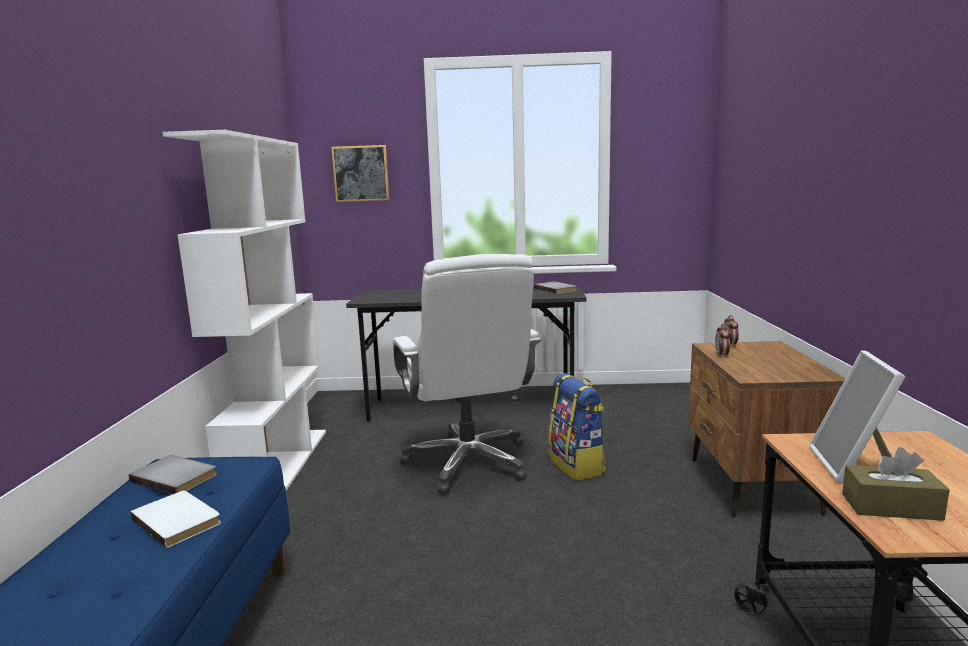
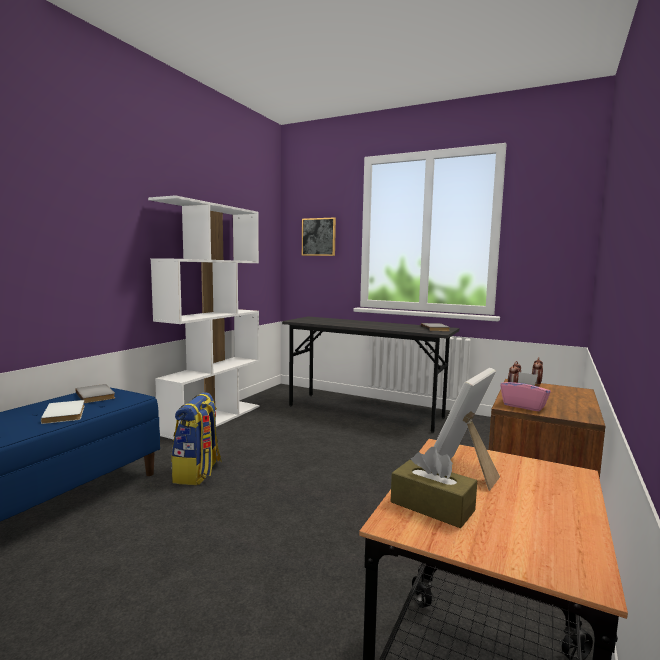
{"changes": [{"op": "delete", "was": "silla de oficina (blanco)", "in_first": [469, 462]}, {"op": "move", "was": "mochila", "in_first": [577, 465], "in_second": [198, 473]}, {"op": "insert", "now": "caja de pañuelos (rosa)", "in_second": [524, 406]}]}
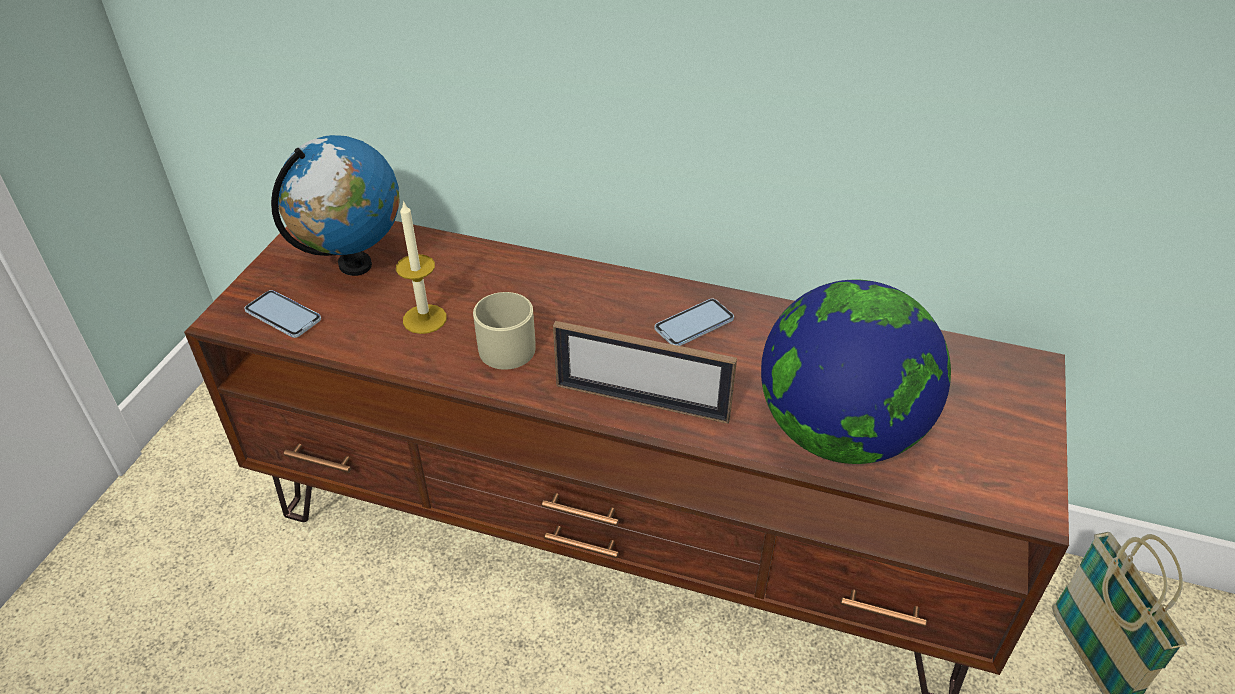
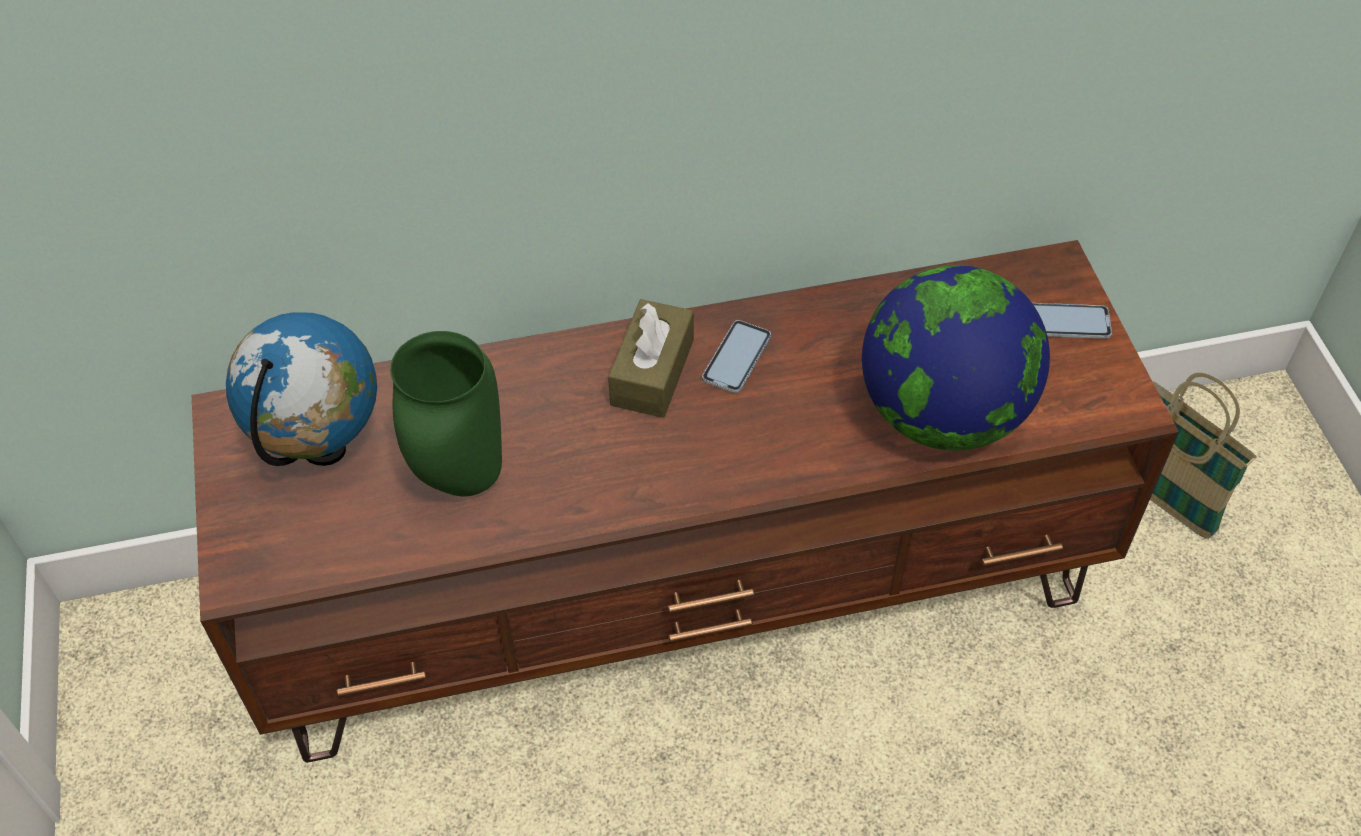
{"changes": [{"op": "replace", "was": "vela", "now": "florero (verde)", "in_first": [424, 319], "in_second": [460, 478]}, {"op": "move", "was": "móvil", "in_first": [283, 315], "in_second": [1066, 322]}, {"op": "delete", "was": "taza grande (beis)", "in_first": [509, 344]}, {"op": "delete", "was": "portarretratos", "in_first": [641, 402]}, {"op": "insert", "now": "caja de pañuelos (marrón)", "in_second": [652, 372]}]}
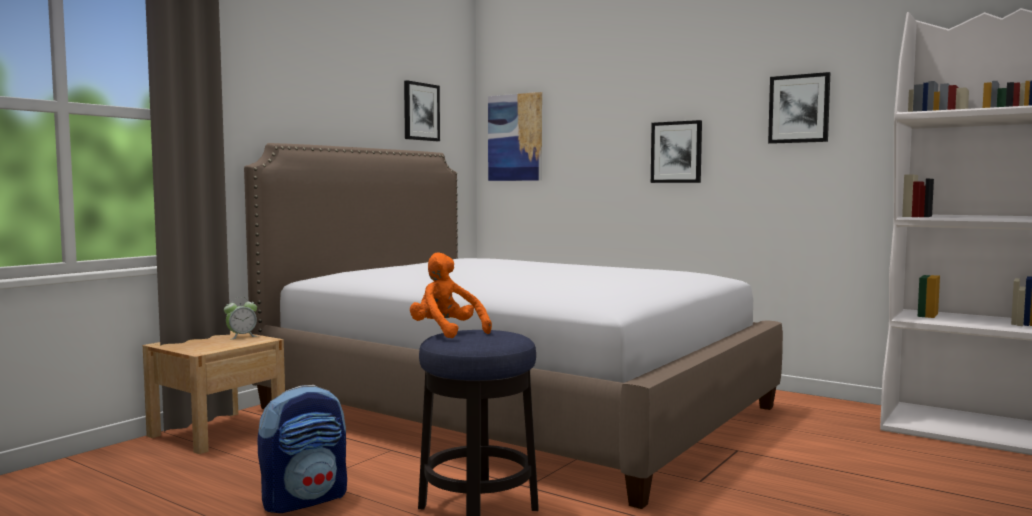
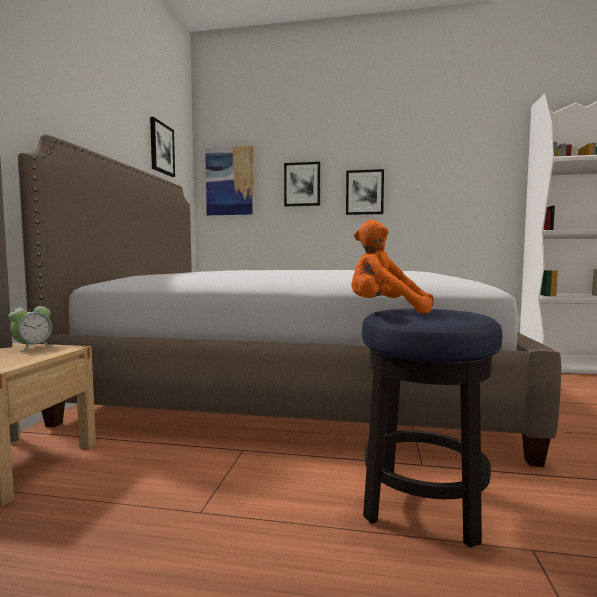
{"changes": [{"op": "move", "was": "cuadro", "in_first": [799, 109], "in_second": [302, 184]}, {"op": "delete", "was": "mochila", "in_first": [305, 500]}]}
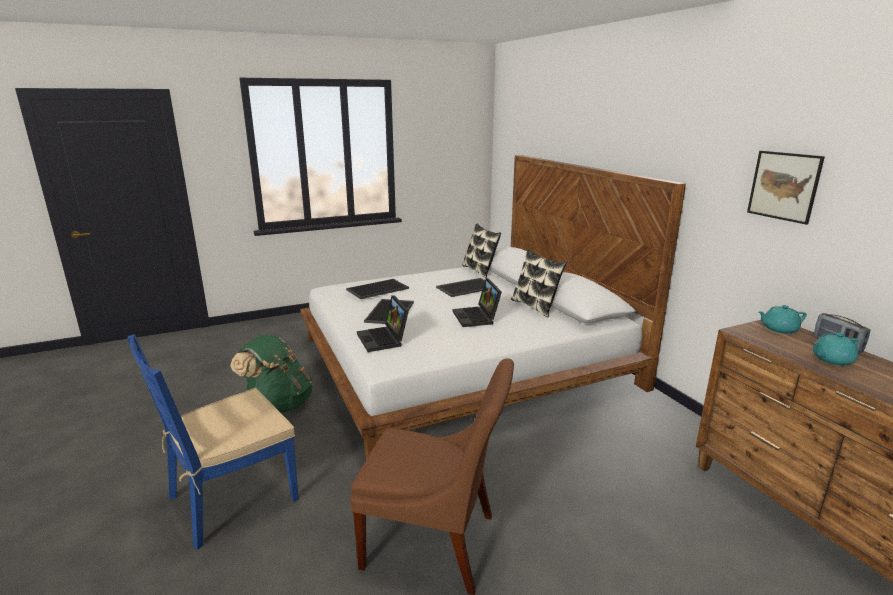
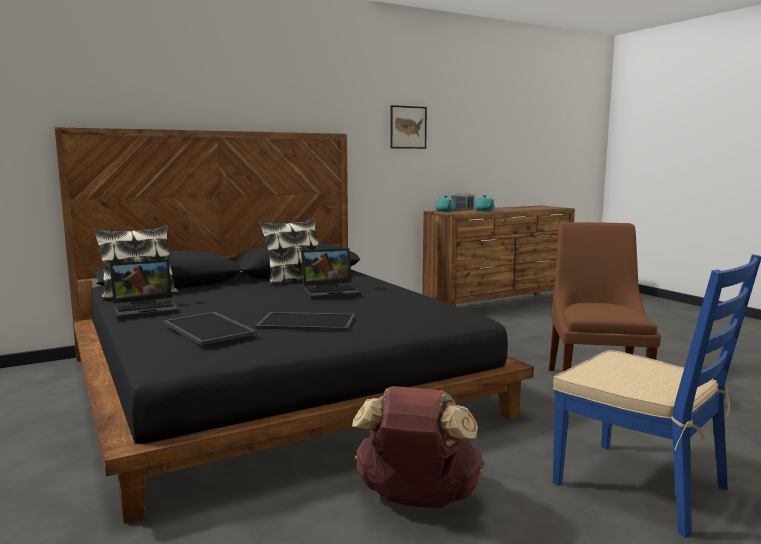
{"changes": [{"op": "recolor", "was": "cama (blanco)", "now": "cama (negro)", "in_first": [461, 361], "in_second": [274, 384]}, {"op": "delete", "was": "bandeja", "in_first": [466, 287]}, {"op": "move", "was": "portátil", "in_first": [384, 339], "in_second": [147, 309]}, {"op": "recolor", "was": "mochila (verde)", "now": "mochila (marrón)", "in_first": [278, 404], "in_second": [417, 500]}]}
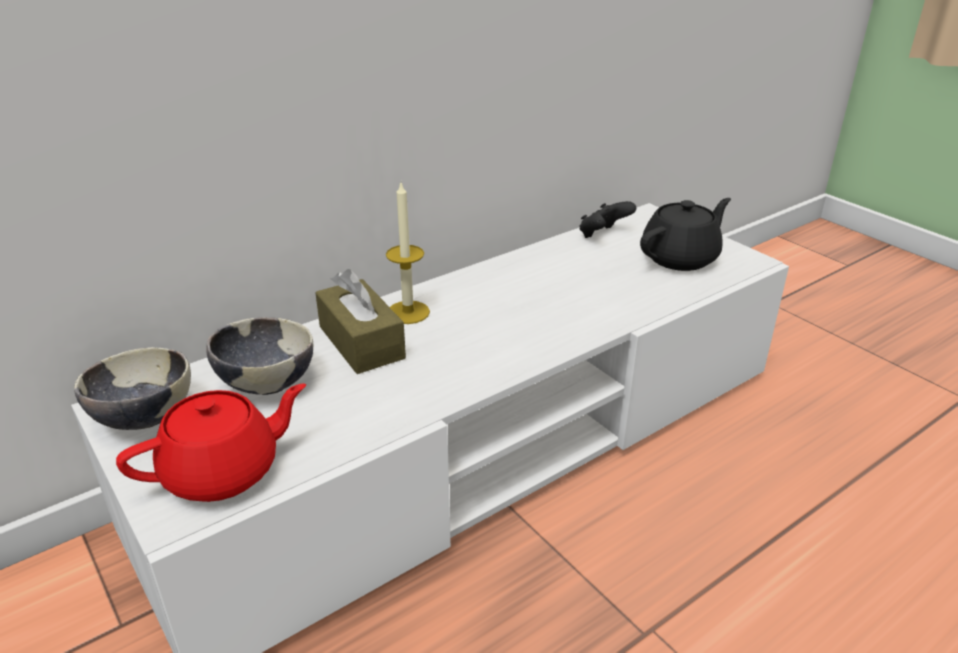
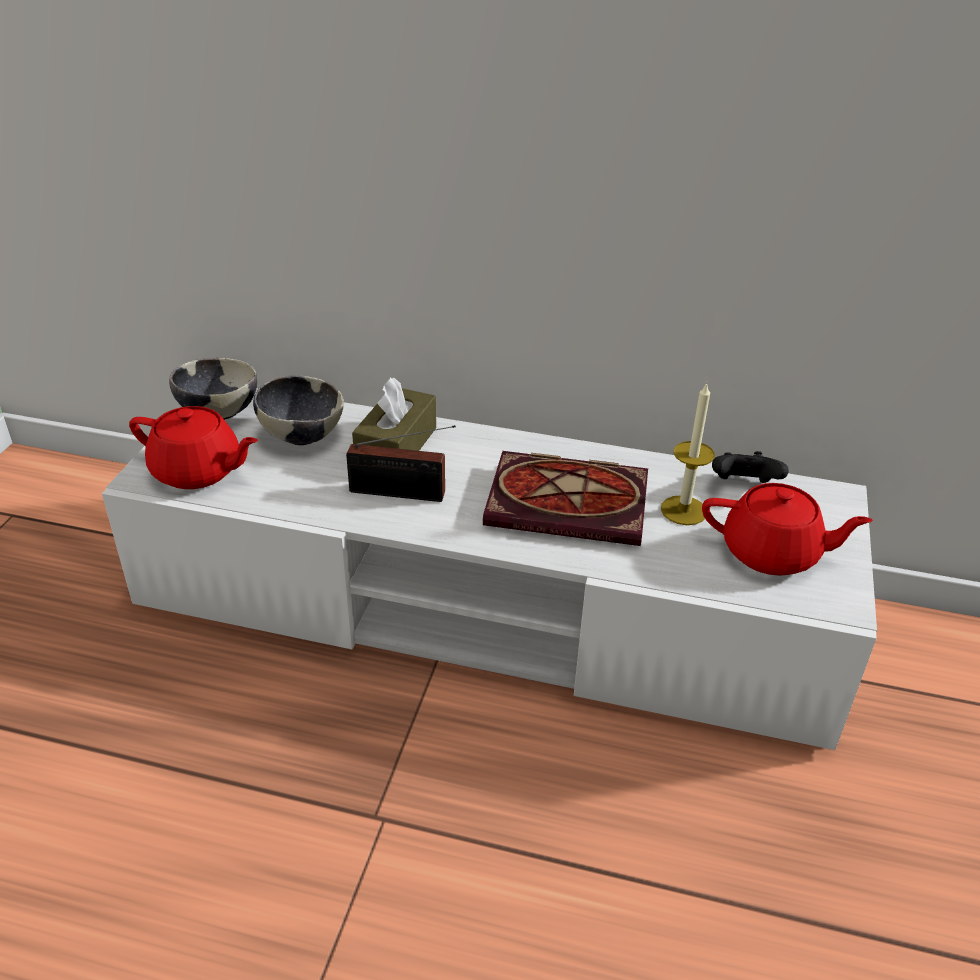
{"changes": [{"op": "move", "was": "vela", "in_first": [408, 312], "in_second": [683, 510]}, {"op": "recolor", "was": "tetera (negro)", "now": "tetera (rojo)", "in_first": [681, 258], "in_second": [772, 553]}, {"op": "insert", "now": "radio", "in_second": [402, 493]}, {"op": "insert", "now": "libro", "in_second": [572, 503]}]}
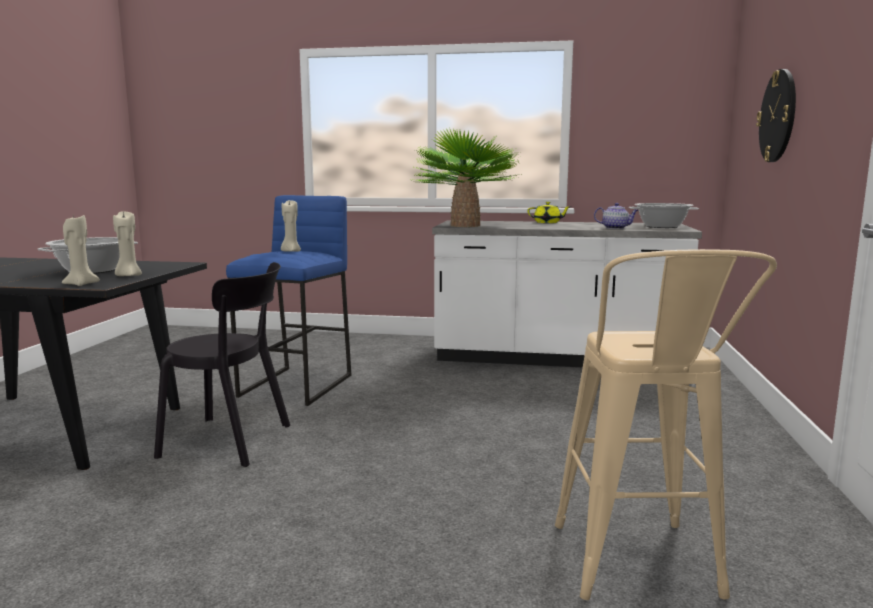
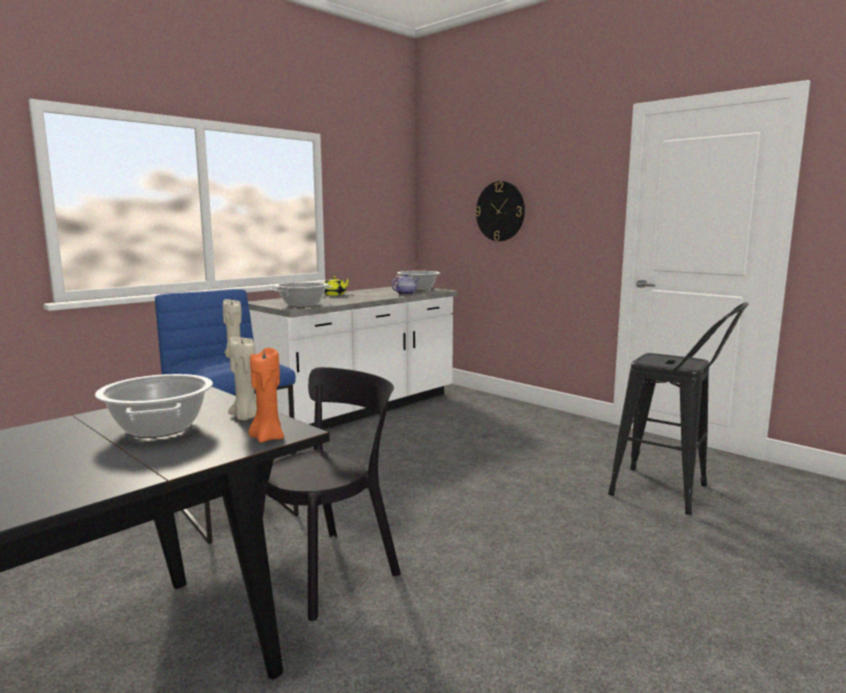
{"changes": [{"op": "replace", "was": "planta en maceta", "now": "olla", "in_first": [465, 225], "in_second": [302, 305]}, {"op": "recolor", "was": "vela (beis)", "now": "vela (naranja)", "in_first": [81, 284], "in_second": [267, 438]}, {"op": "recolor", "was": "taburete (beis)", "now": "taburete (negro)", "in_first": [639, 571], "in_second": [670, 493]}]}
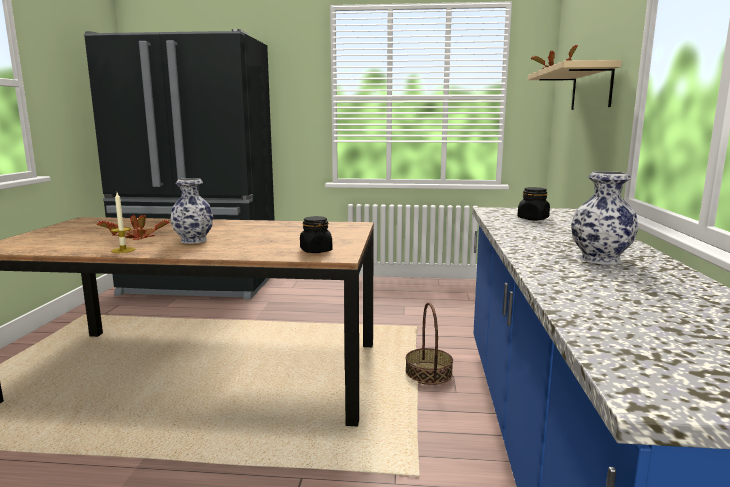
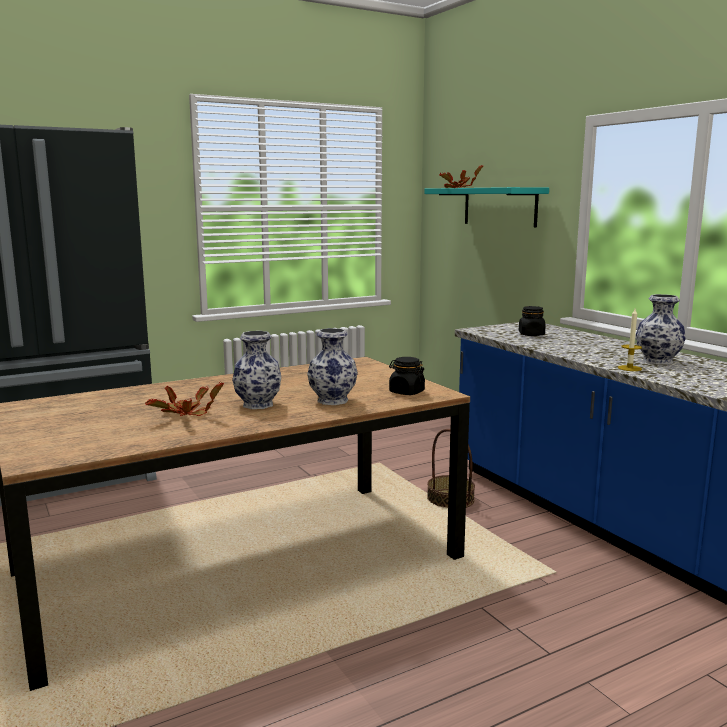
{"changes": [{"op": "recolor", "was": "estante (beis)", "now": "estante (turquesa)", "in_first": [591, 88], "in_second": [499, 206]}, {"op": "move", "was": "vela", "in_first": [123, 250], "in_second": [629, 368]}, {"op": "insert", "now": "florero", "in_second": [333, 400]}]}
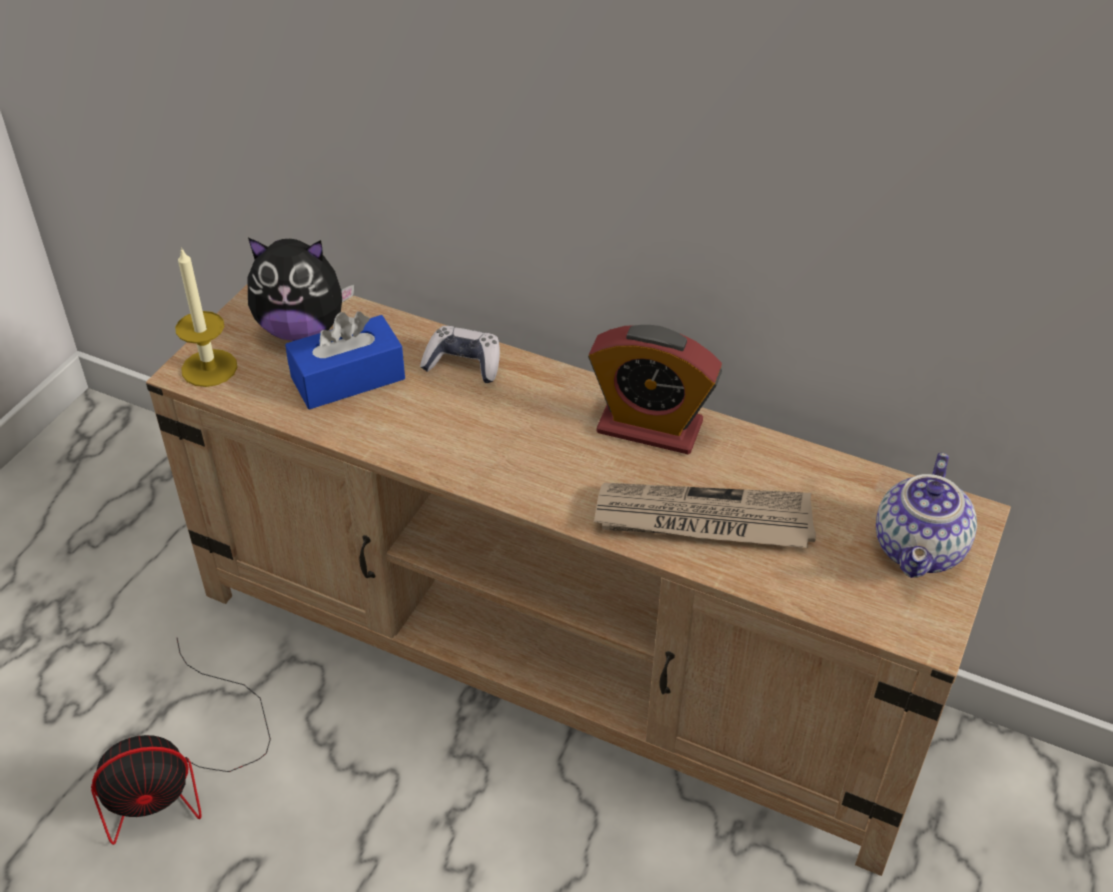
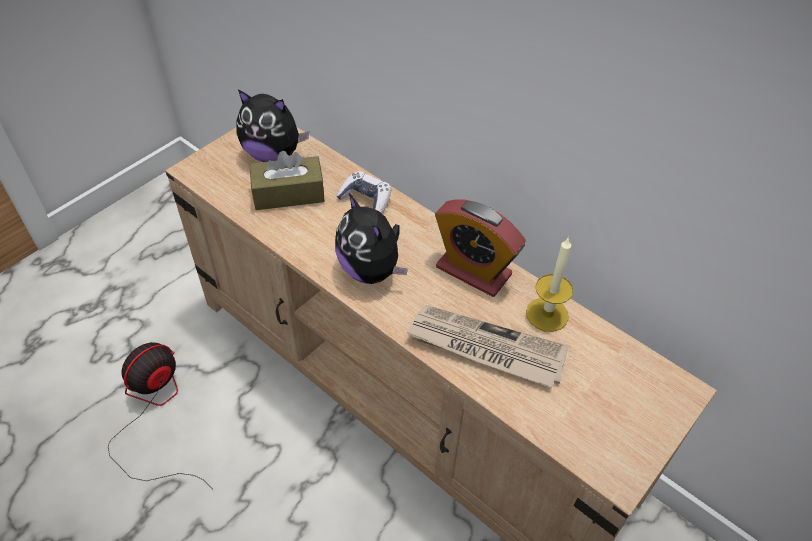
{"changes": [{"op": "move", "was": "vela", "in_first": [209, 368], "in_second": [547, 314]}, {"op": "recolor", "was": "caja de pañuelos (azul)", "now": "caja de pañuelos (marrón)", "in_first": [348, 378], "in_second": [288, 194]}, {"op": "delete", "was": "tetera", "in_first": [920, 550]}, {"op": "rotate", "was": "ventilador", "in_first": [181, 772], "in_second": [155, 413], "clockwise": 135}, {"op": "insert", "now": "peluche", "in_second": [371, 270]}]}
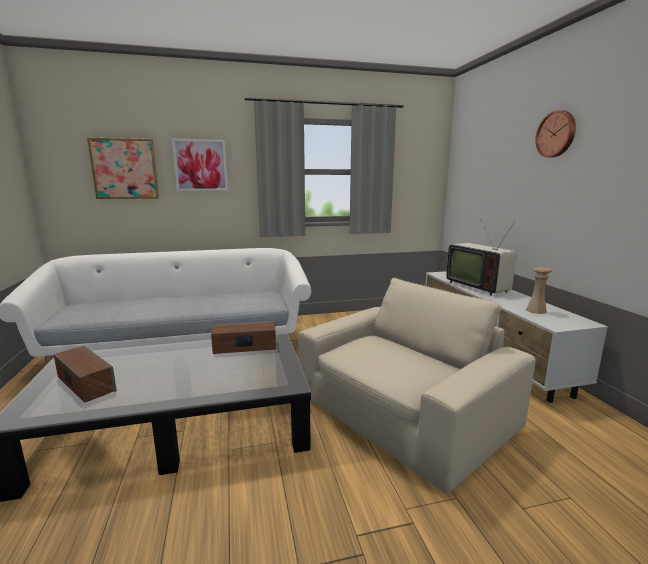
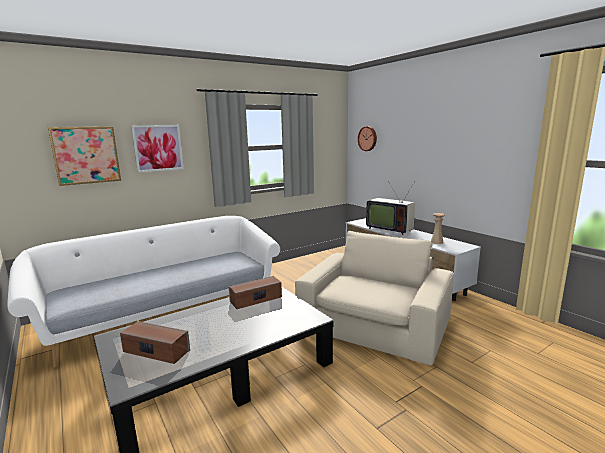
{"changes": [{"op": "move", "was": "reloj de pared", "in_first": [556, 134], "in_second": [368, 138]}]}
